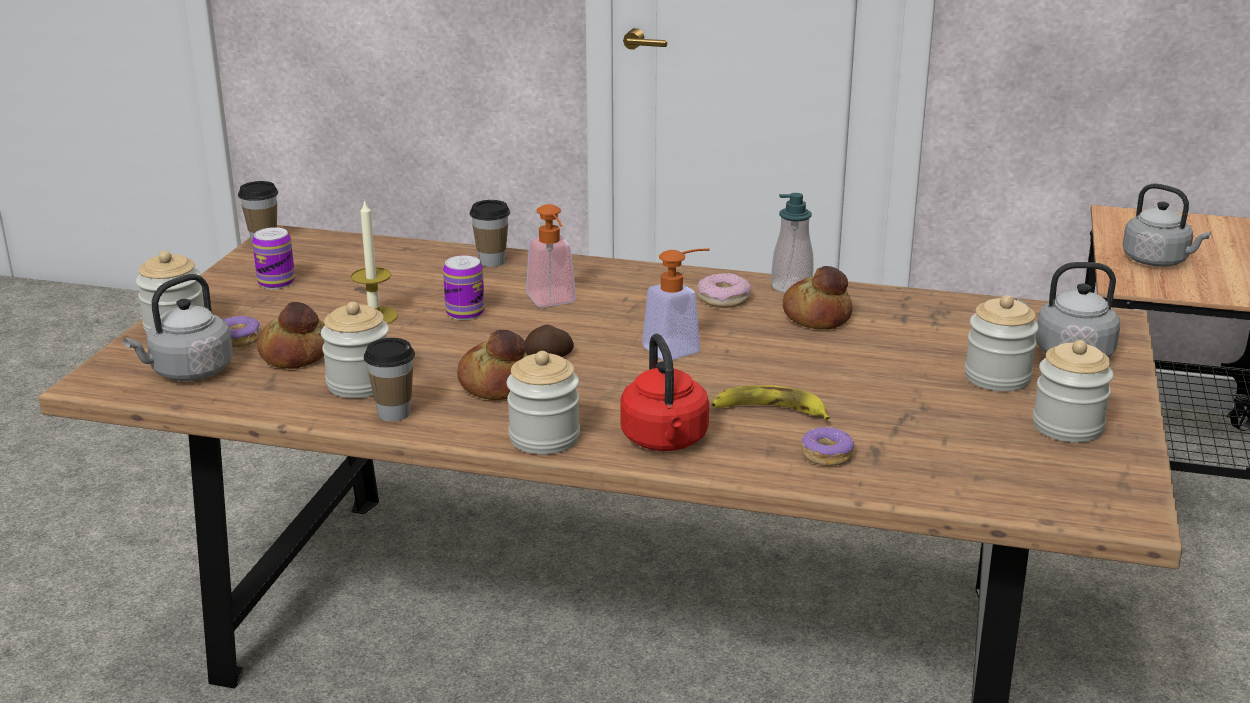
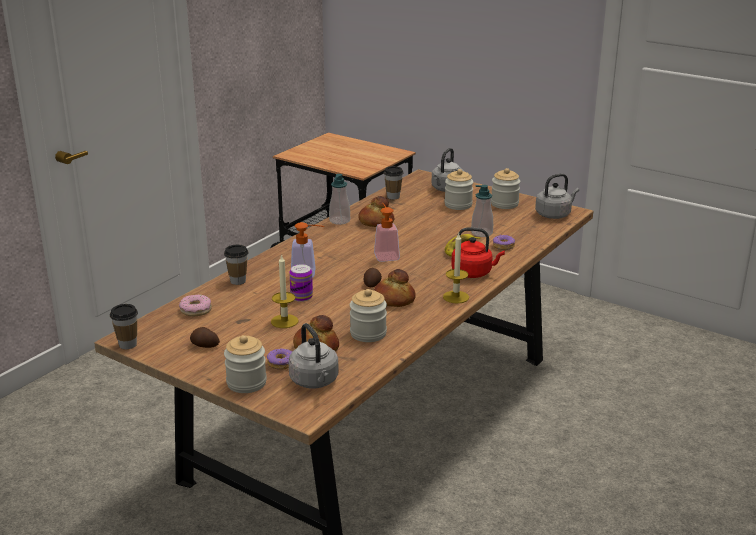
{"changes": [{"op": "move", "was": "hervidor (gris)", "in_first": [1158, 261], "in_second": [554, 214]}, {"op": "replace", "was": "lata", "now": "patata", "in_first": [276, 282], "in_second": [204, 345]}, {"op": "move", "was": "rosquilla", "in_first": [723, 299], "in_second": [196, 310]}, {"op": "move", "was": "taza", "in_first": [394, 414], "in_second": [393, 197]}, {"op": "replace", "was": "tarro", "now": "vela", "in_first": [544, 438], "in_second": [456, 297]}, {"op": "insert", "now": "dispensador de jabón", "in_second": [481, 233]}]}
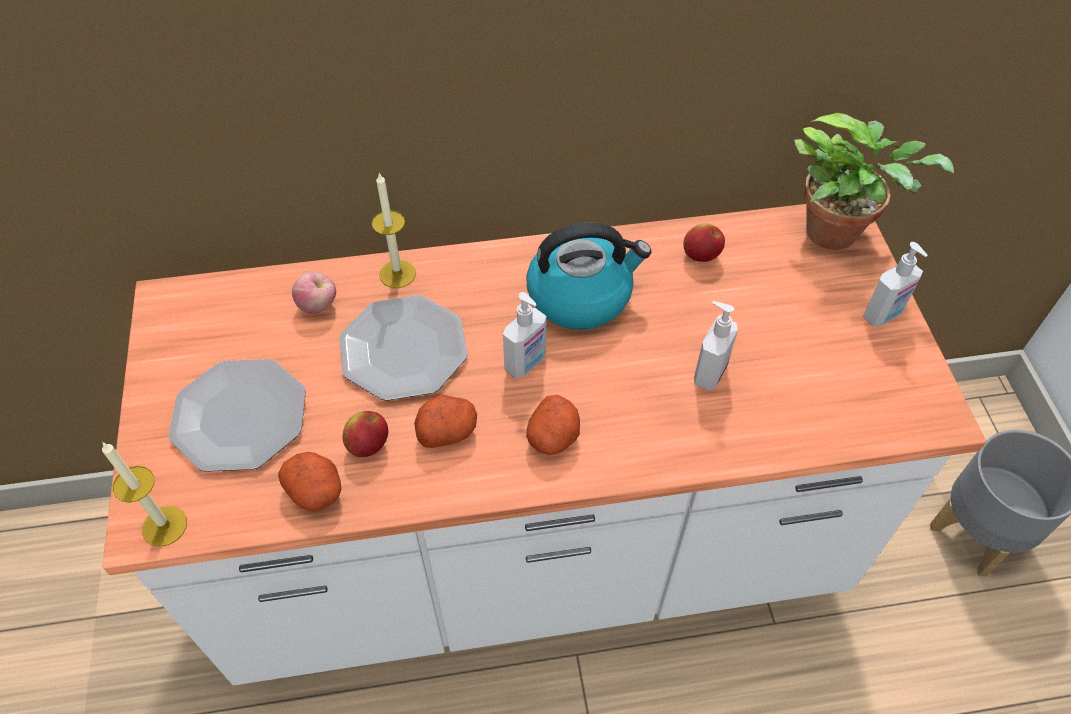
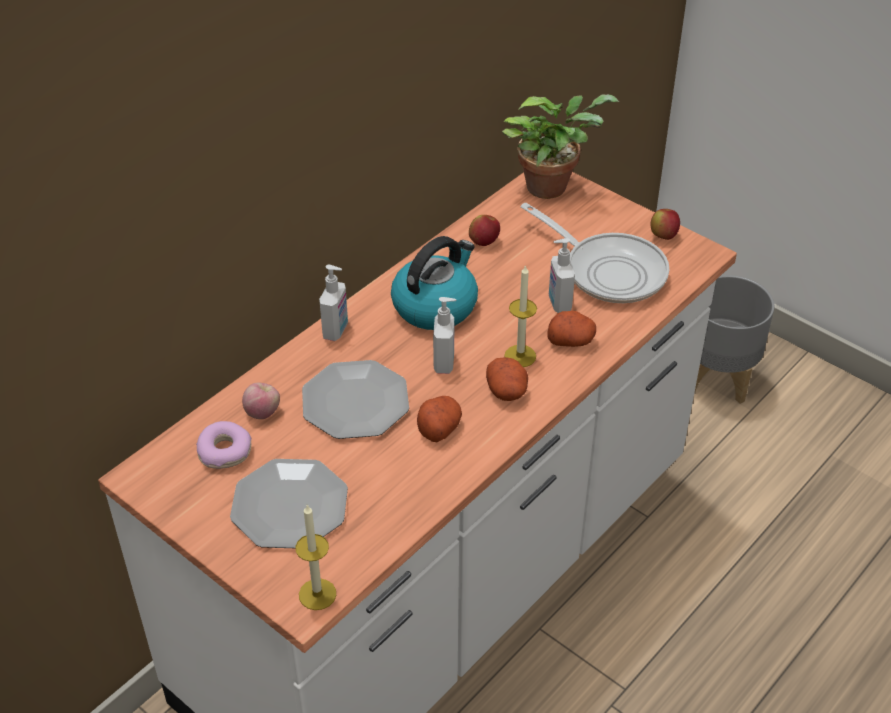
{"changes": [{"op": "move", "was": "vela", "in_first": [397, 274], "in_second": [520, 356]}, {"op": "move", "was": "dispensador de jabón", "in_first": [883, 315], "in_second": [336, 330]}, {"op": "move", "was": "manzana", "in_first": [368, 445], "in_second": [663, 236]}, {"op": "move", "was": "patata", "in_first": [316, 491], "in_second": [571, 340]}, {"op": "insert", "now": "sartén", "in_second": [608, 270]}, {"op": "insert", "now": "rosquilla", "in_second": [225, 451]}]}
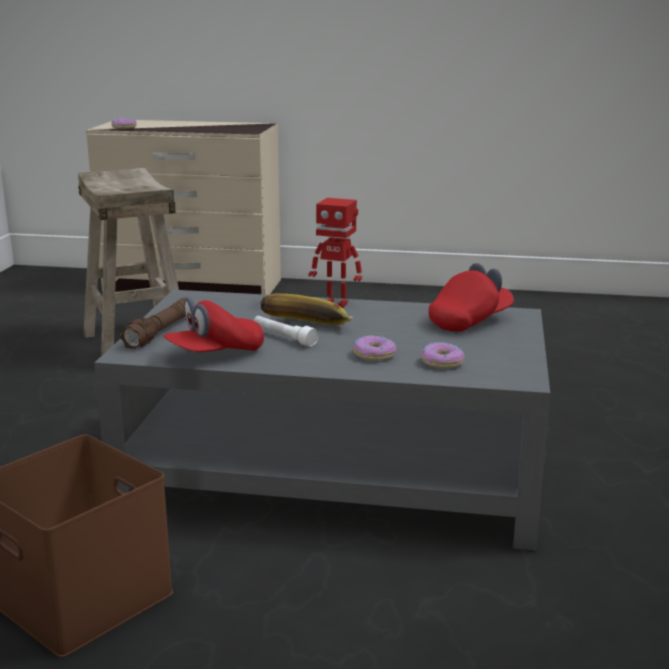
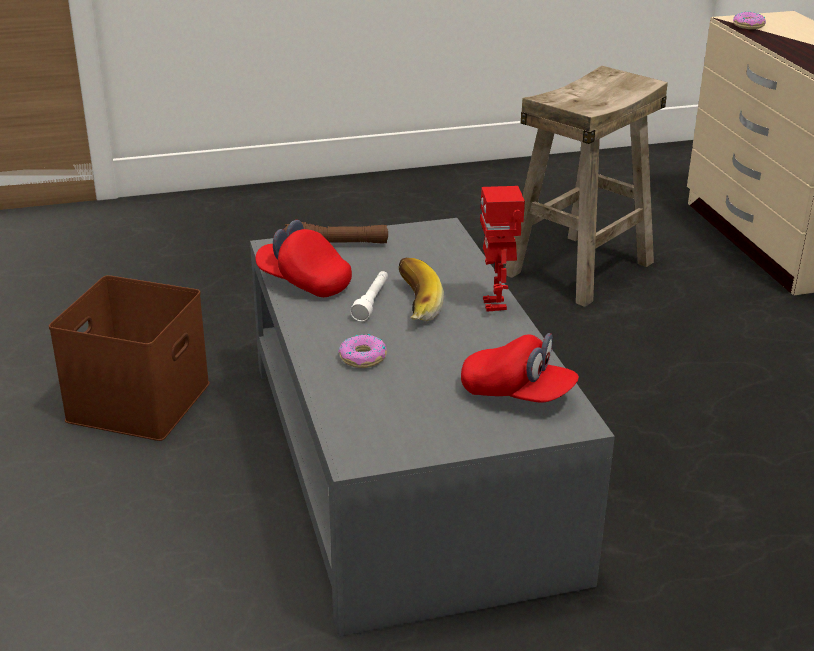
{"changes": [{"op": "delete", "was": "rosquilla", "in_first": [442, 362]}]}
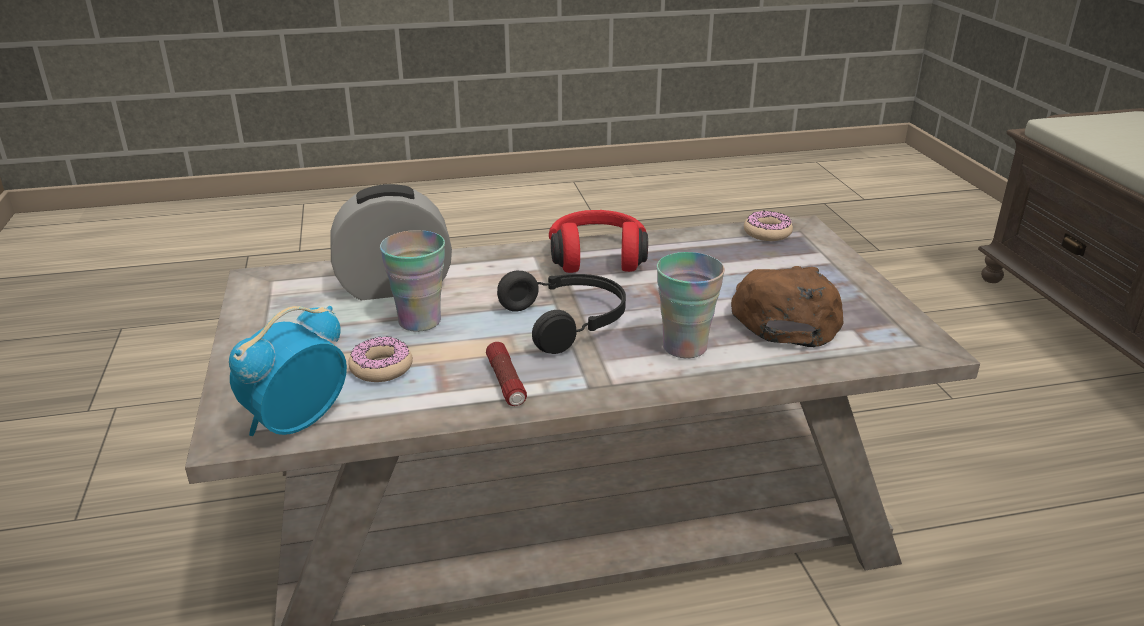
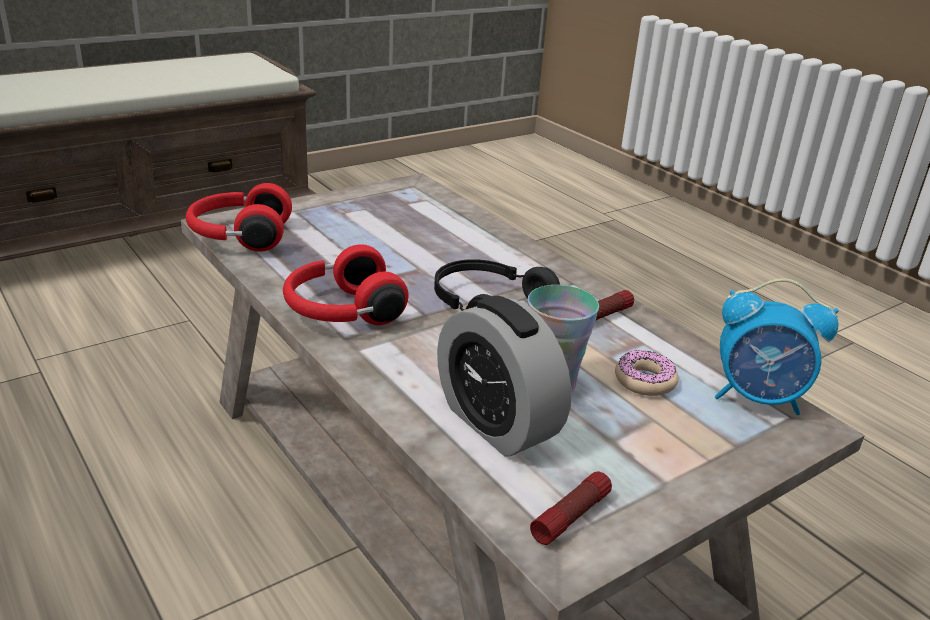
{"changes": [{"op": "replace", "was": "rosquilla", "now": "auriculares (rojo)", "in_first": [767, 233], "in_second": [239, 236]}, {"op": "delete", "was": "taza", "in_first": [684, 347]}, {"op": "delete", "was": "gorra (marrón)", "in_first": [785, 312]}, {"op": "insert", "now": "linterna", "in_second": [571, 516]}]}
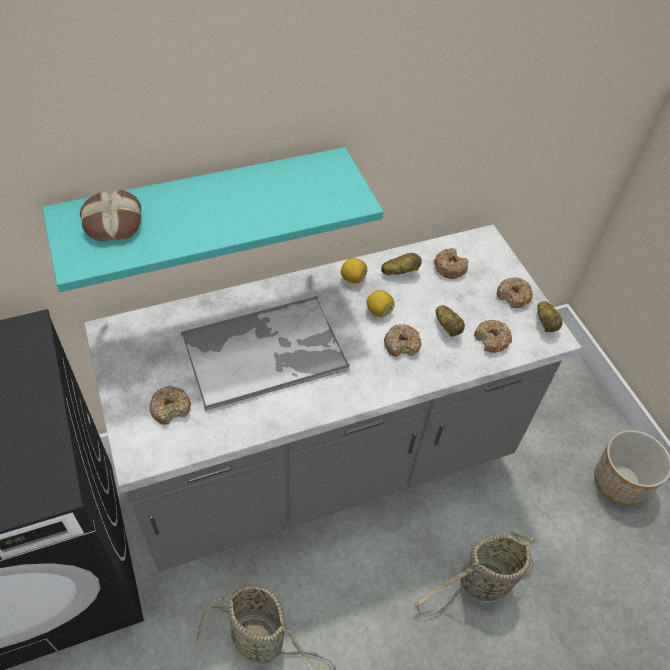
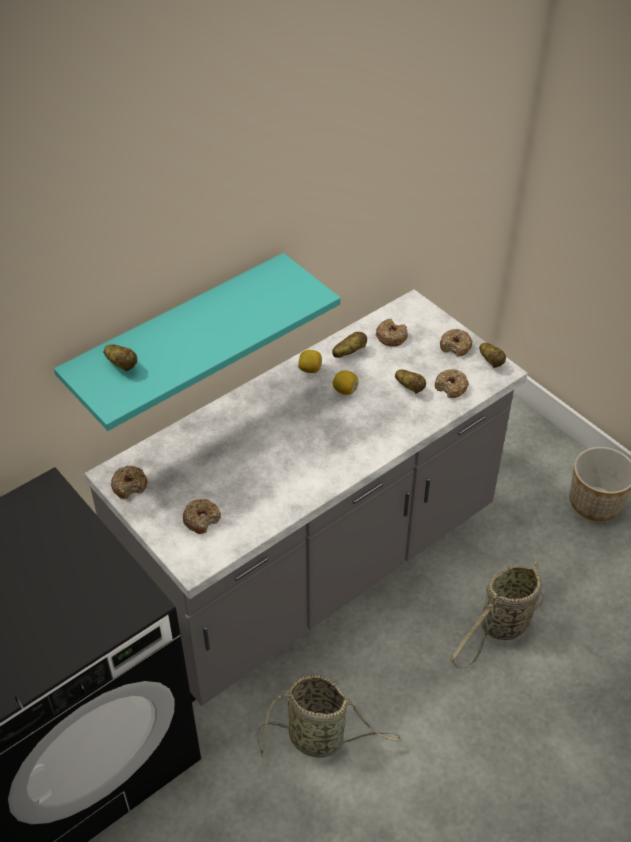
{"changes": [{"op": "replace", "was": "pan", "now": "patata", "in_first": [112, 222], "in_second": [122, 365]}, {"op": "delete", "was": "bandeja", "in_first": [266, 352]}, {"op": "move", "was": "rosquilla", "in_first": [402, 345], "in_second": [130, 486]}]}
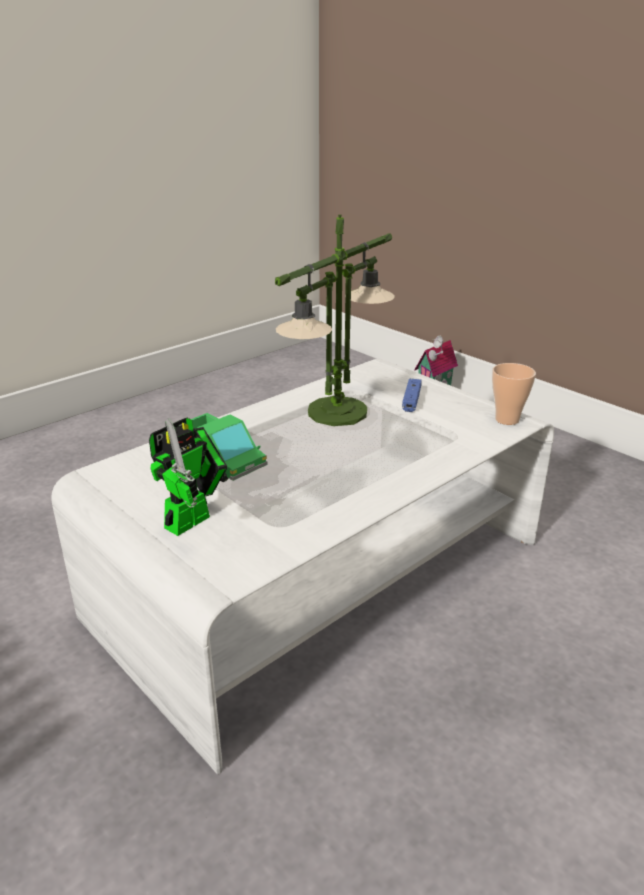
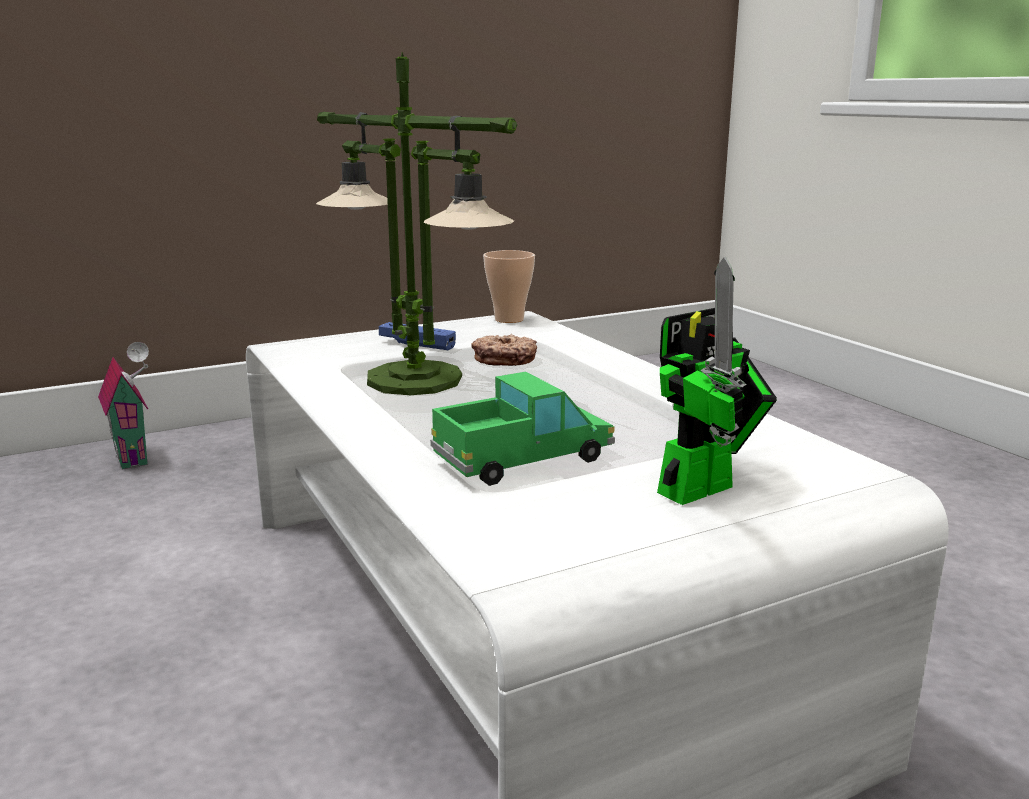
{"changes": [{"op": "rotate", "was": "robot de juguete", "in_first": [193, 519], "in_second": [704, 486], "clockwise": 90}, {"op": "insert", "now": "rosquilla", "in_second": [505, 359]}]}
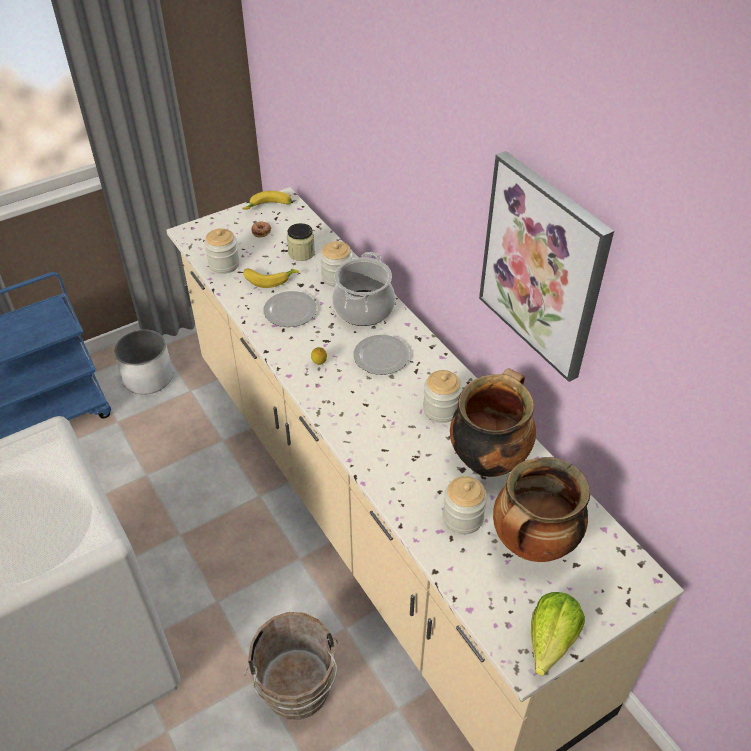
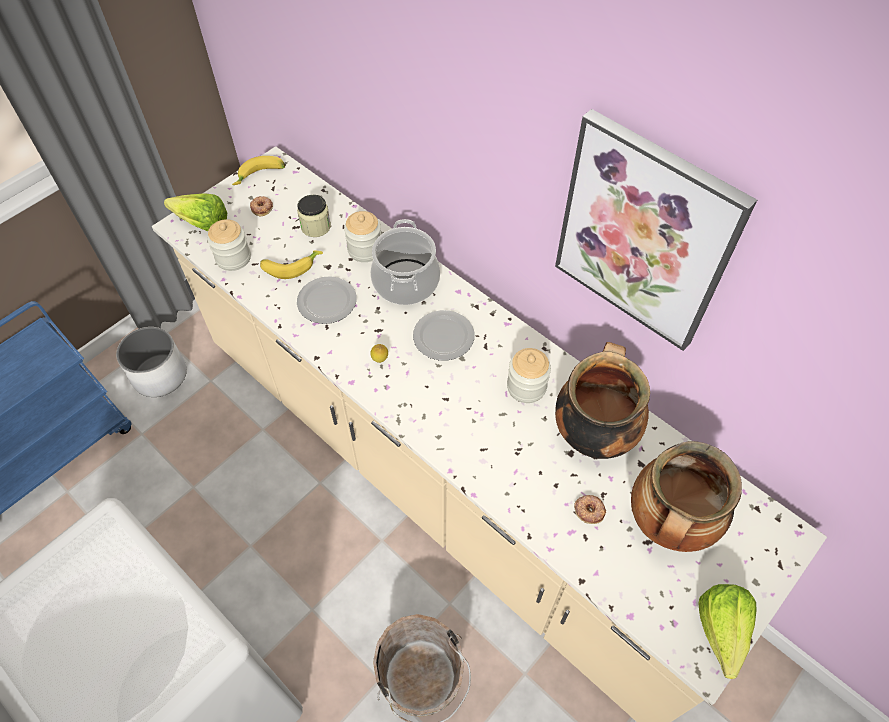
{"changes": [{"op": "replace", "was": "tarro", "now": "rosquilla", "in_first": [462, 518], "in_second": [589, 510]}, {"op": "insert", "now": "lechuga", "in_second": [198, 222]}]}
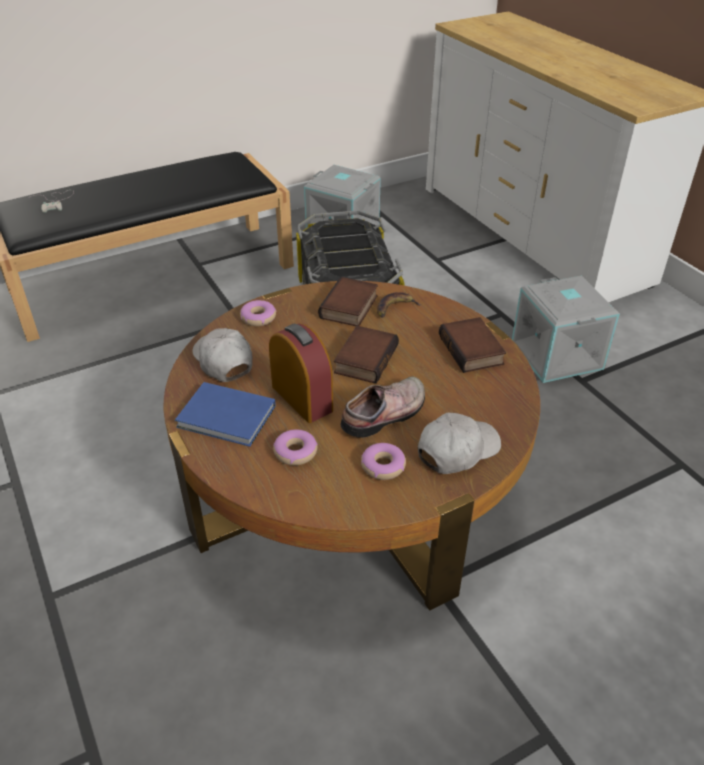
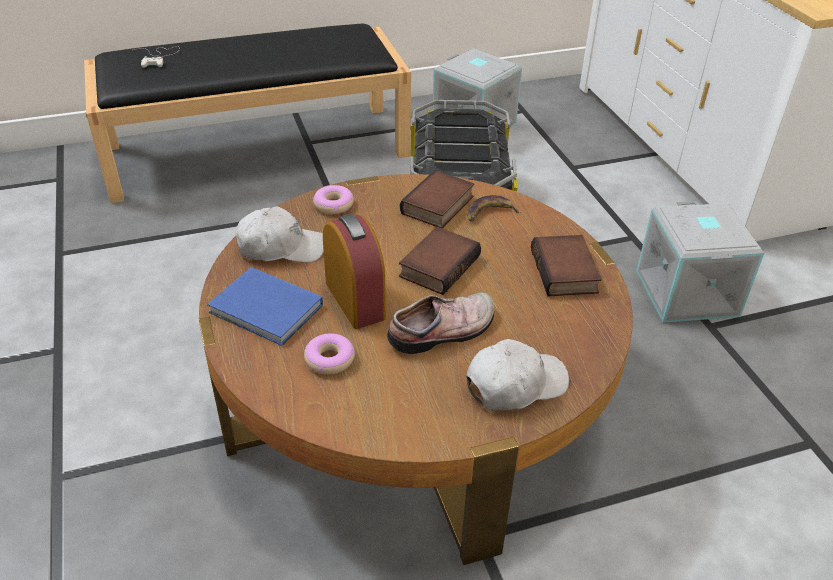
{"changes": [{"op": "rotate", "was": "gorra (blanco)", "in_first": [223, 361], "in_second": [281, 247], "clockwise": 105}, {"op": "delete", "was": "rosquilla", "in_first": [383, 466]}]}
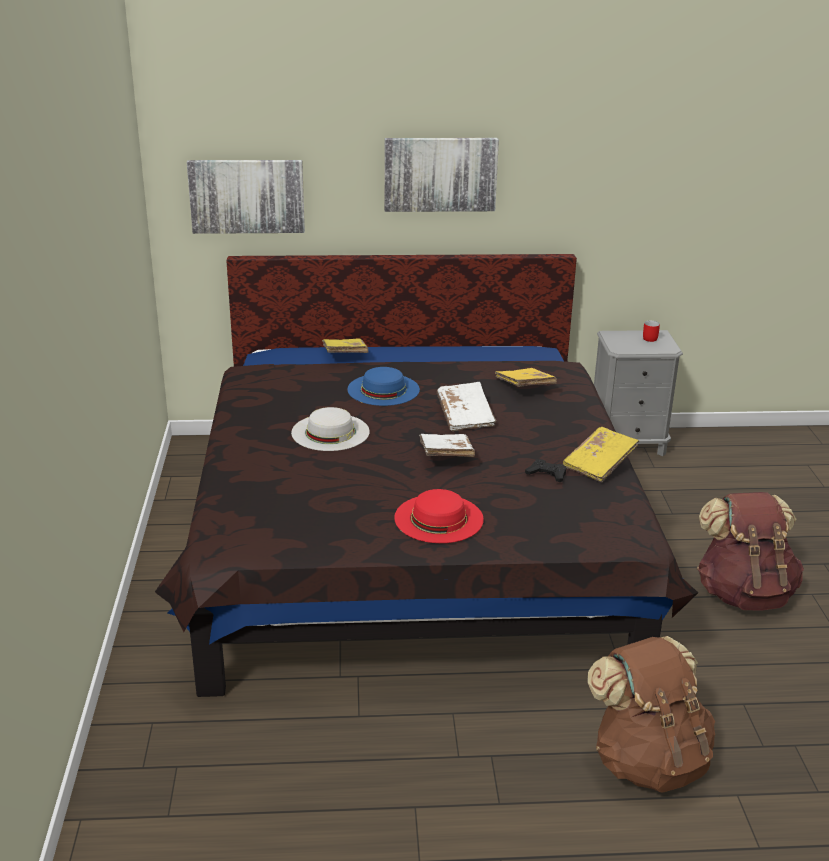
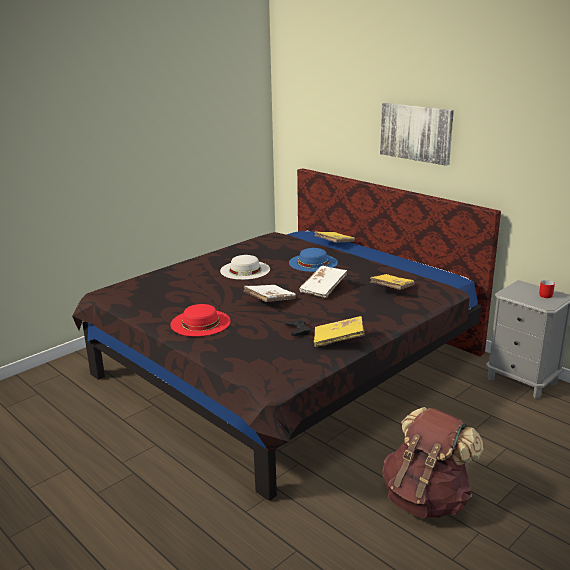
{"changes": [{"op": "delete", "was": "cuadro", "in_first": [247, 196]}, {"op": "delete", "was": "mochila (marrón)", "in_first": [648, 760]}]}
